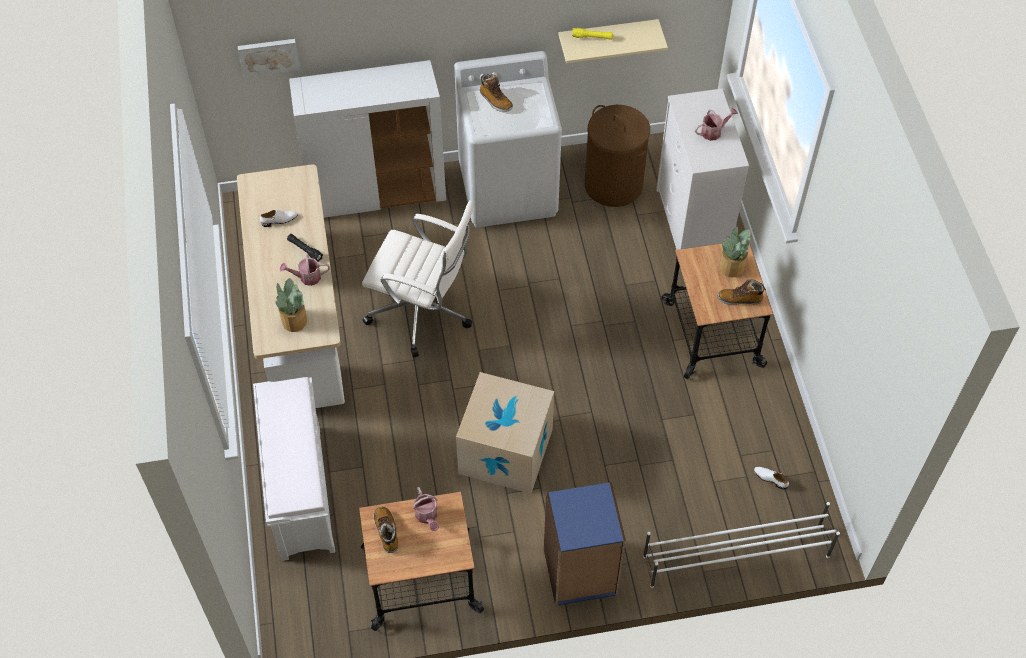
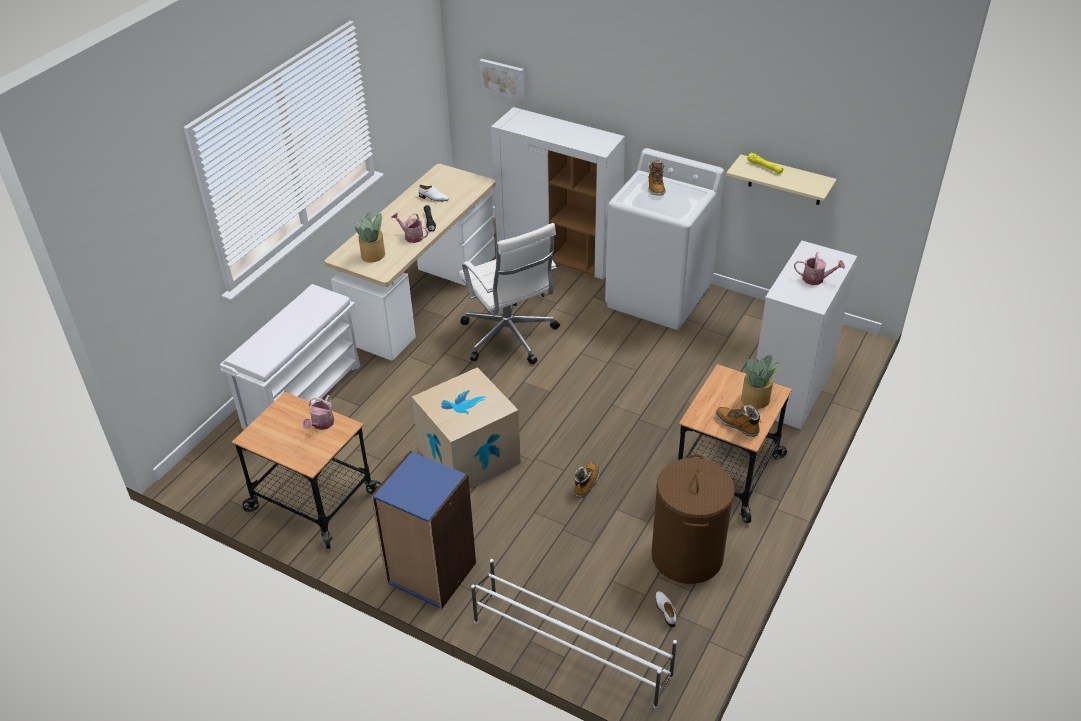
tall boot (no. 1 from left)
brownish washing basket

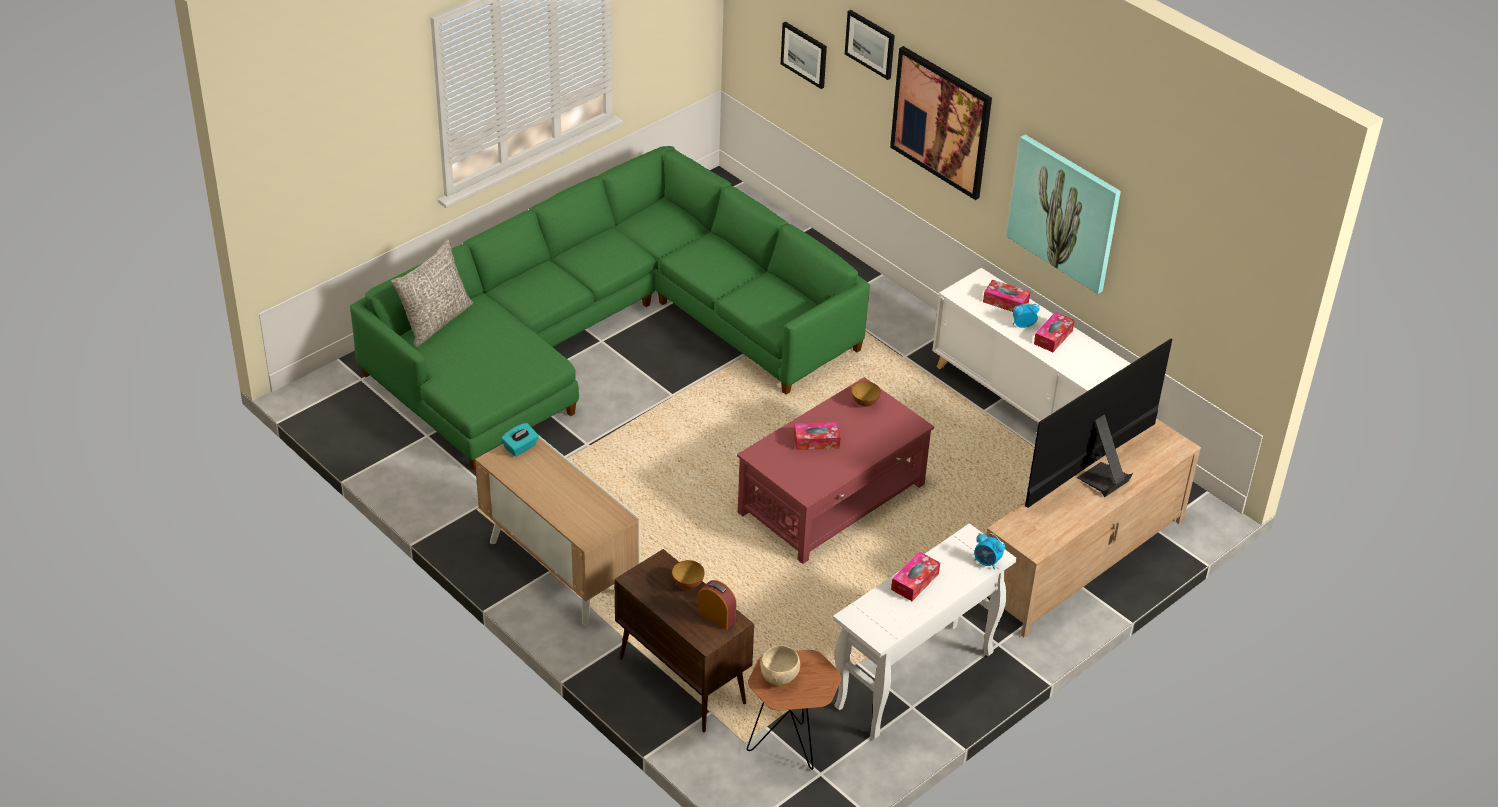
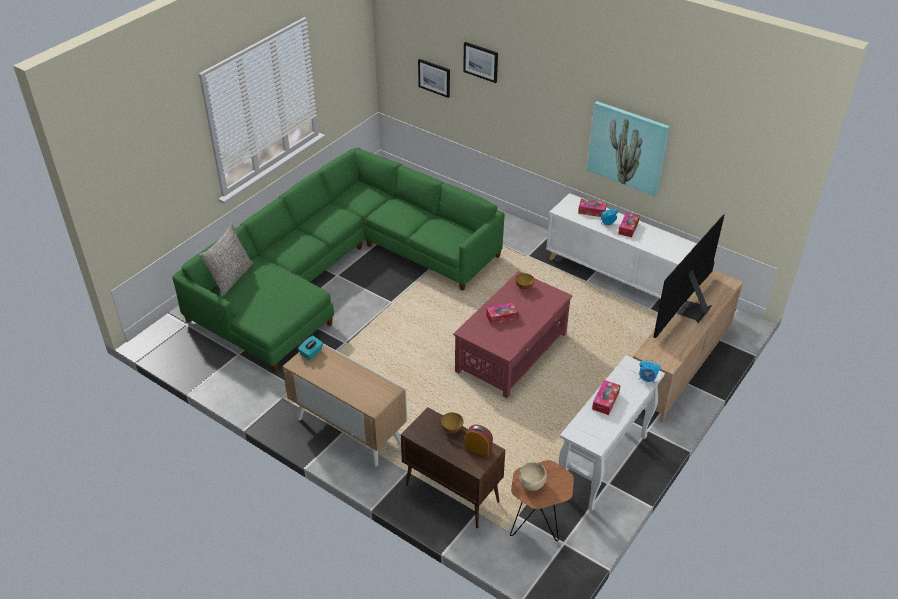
wall art (no. 3 from left in the first image)

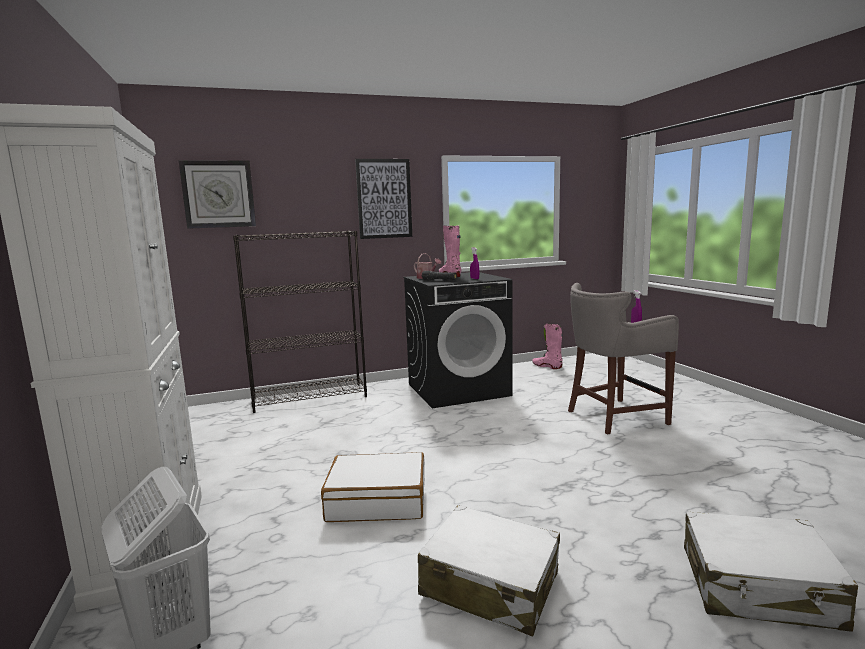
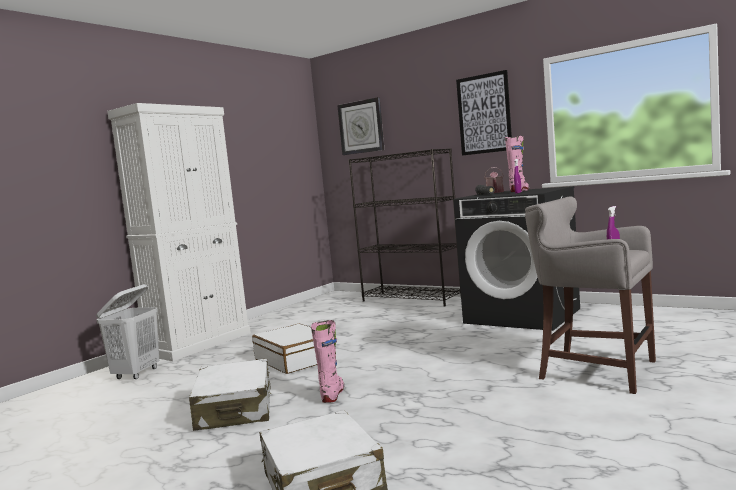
pink tall boot (no. 1 from left)

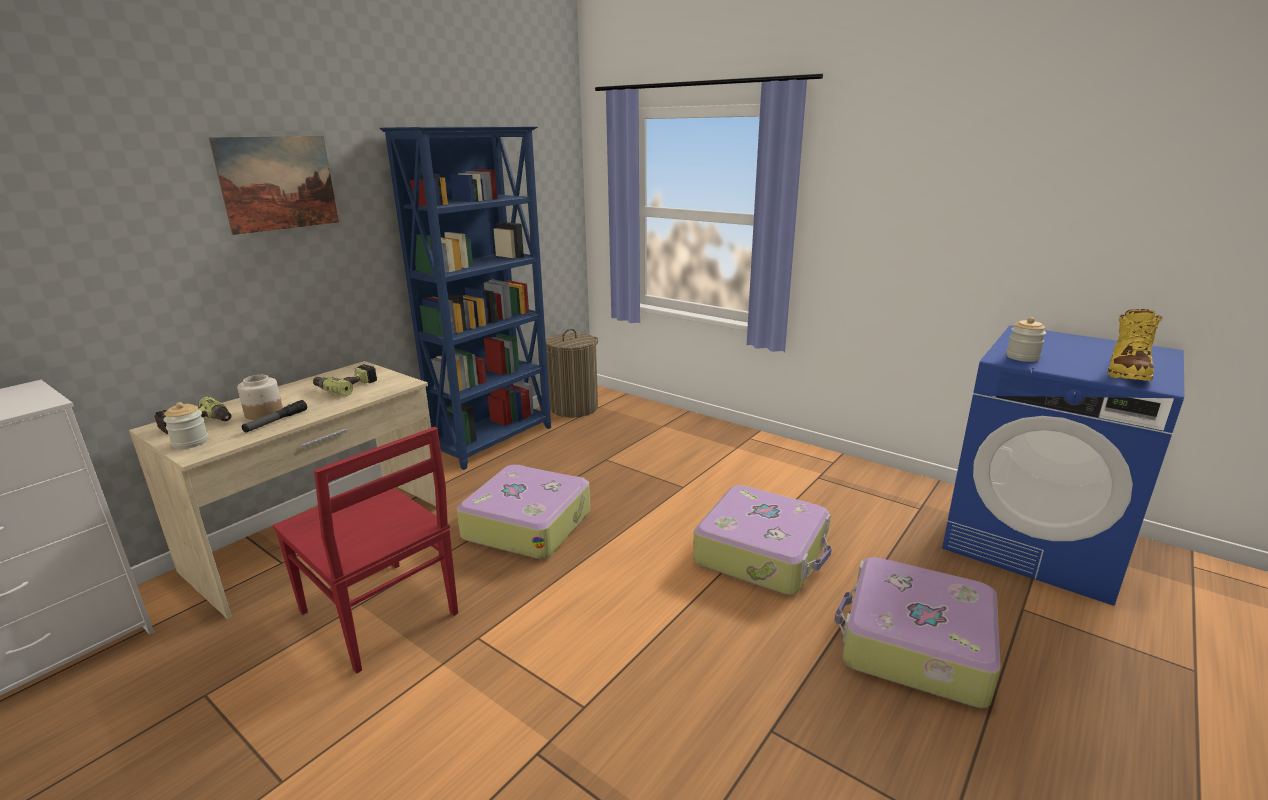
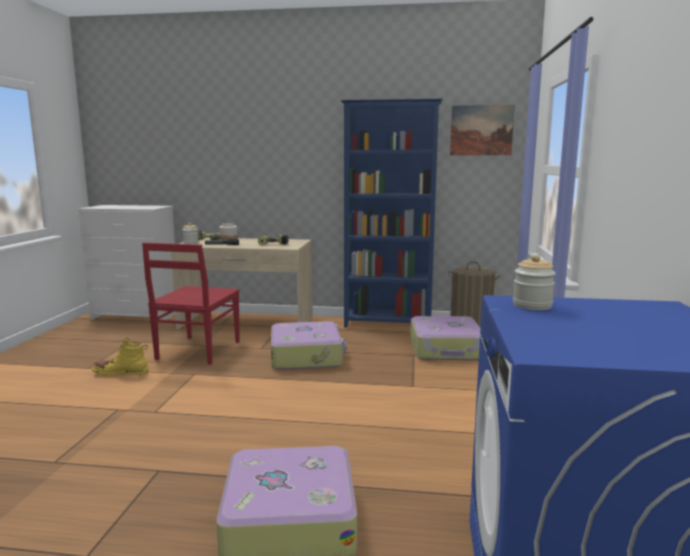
wall art
travel case (no. 3 from left)
yellow tall boot

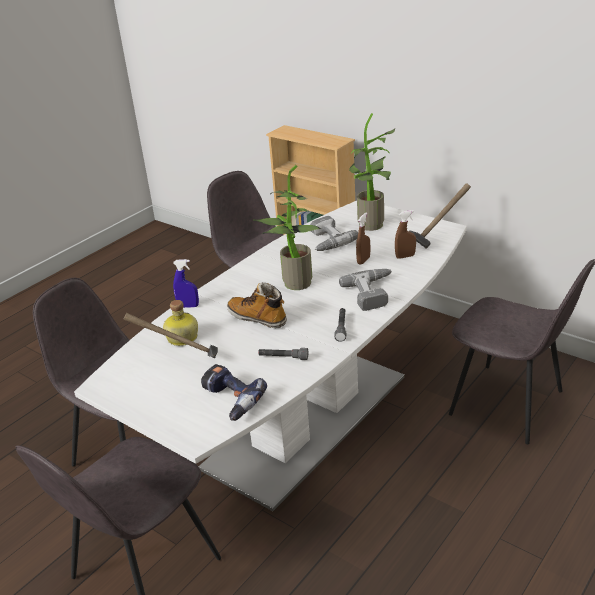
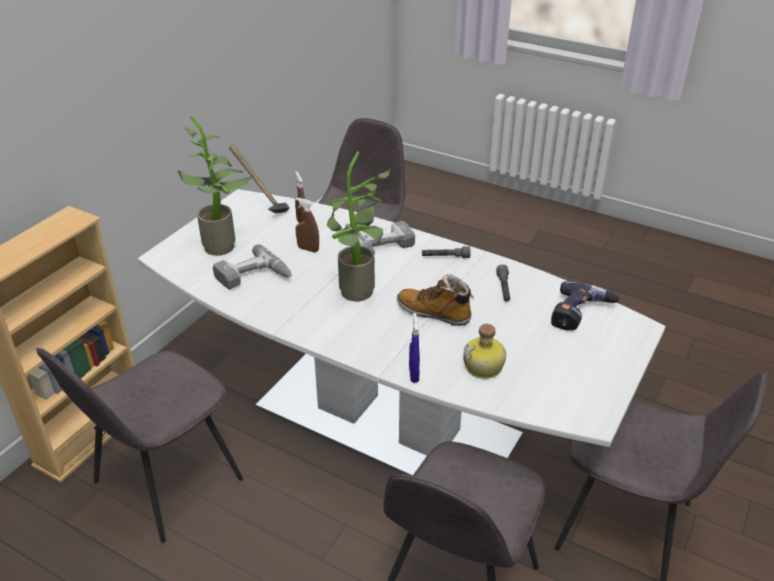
tool hammer (no. 1 from left in the first image)
tall boot

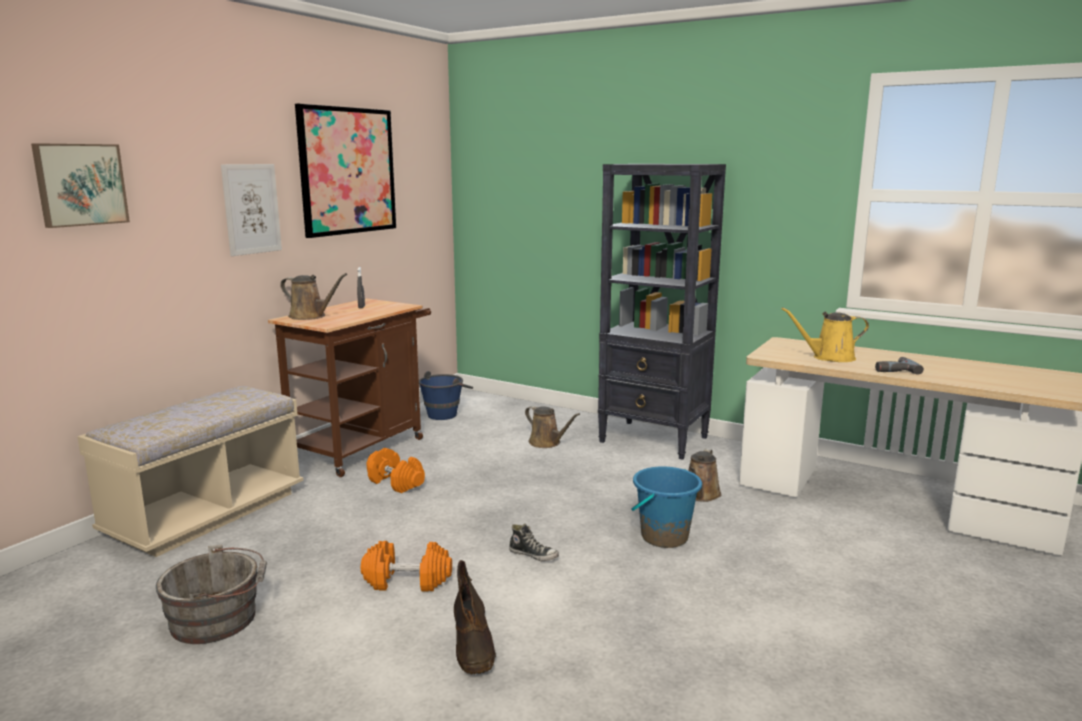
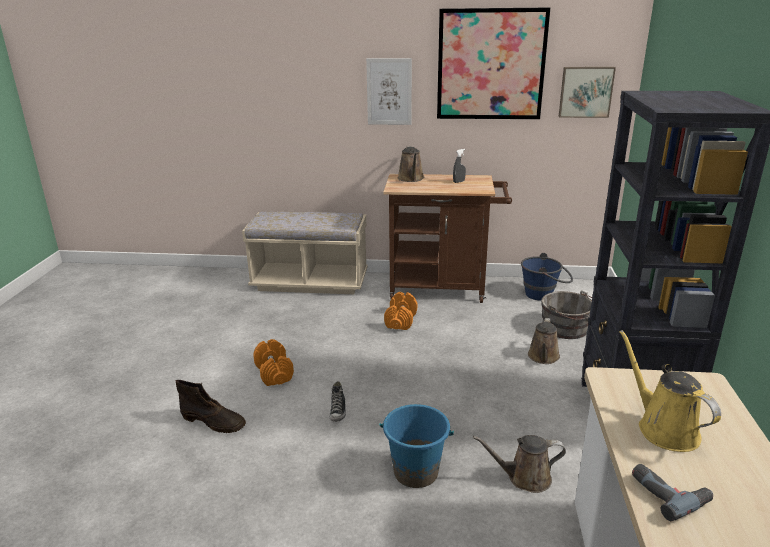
wall art (no. 3 from left)
gray bucket
brownish tall boot

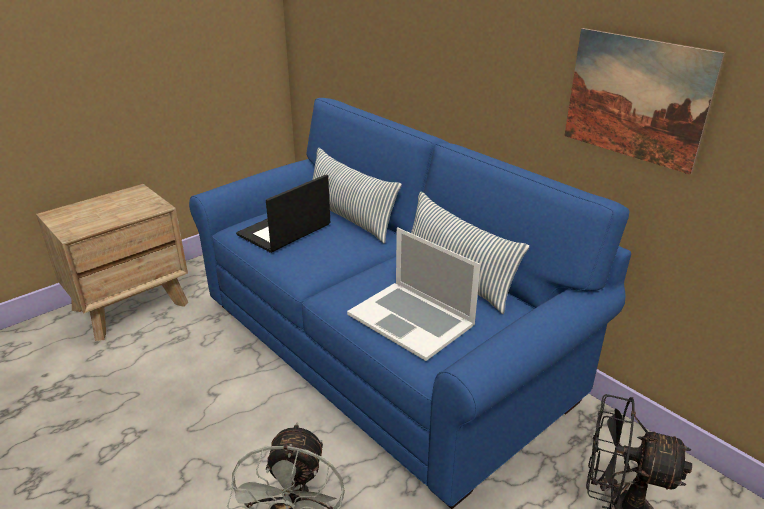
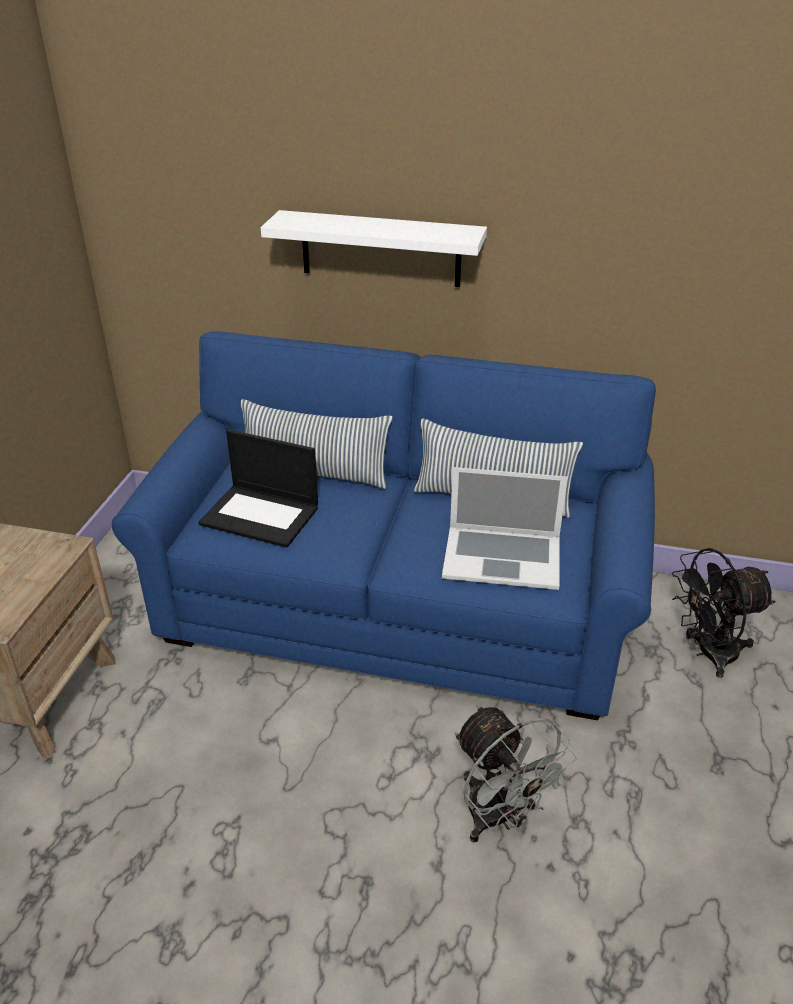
wall art
white shelf
notebook computer (no. 1 from left)

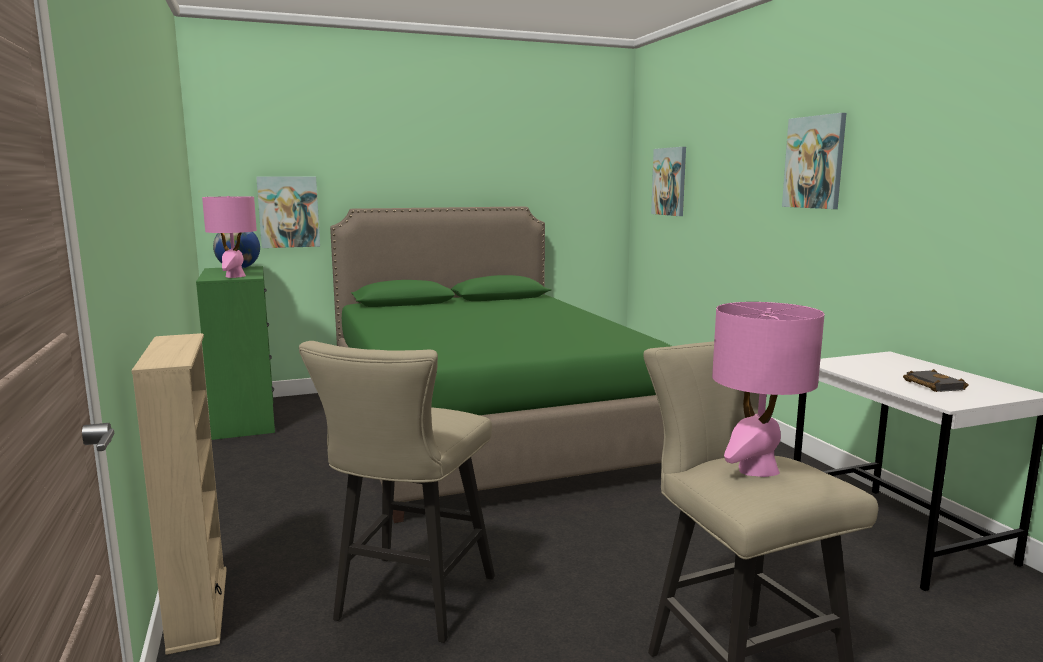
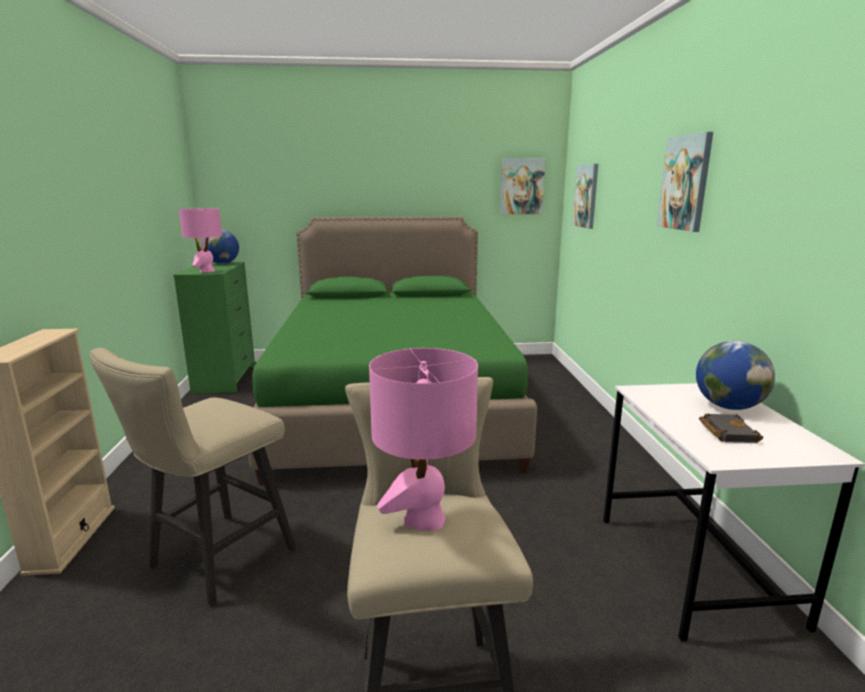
desk globe (no. 2 from left)
wall art (no. 1 from left)

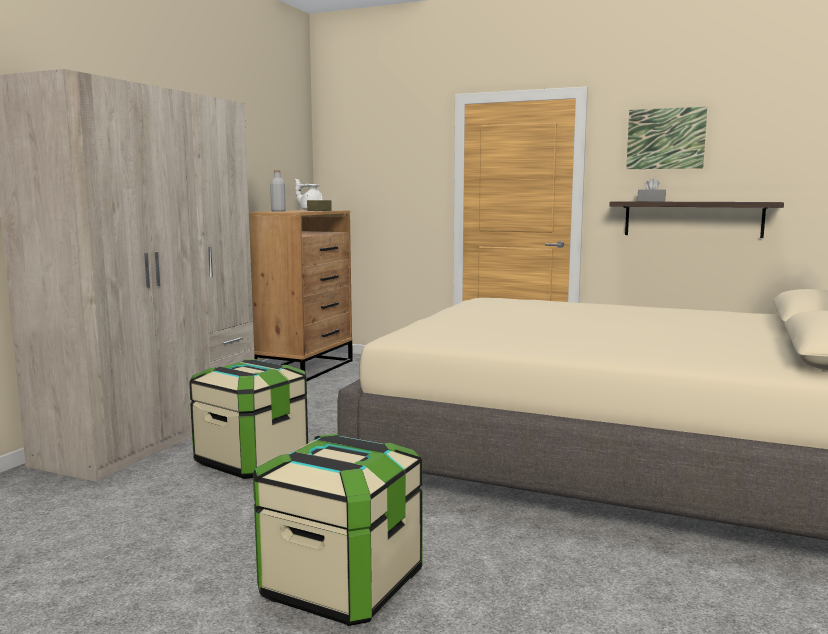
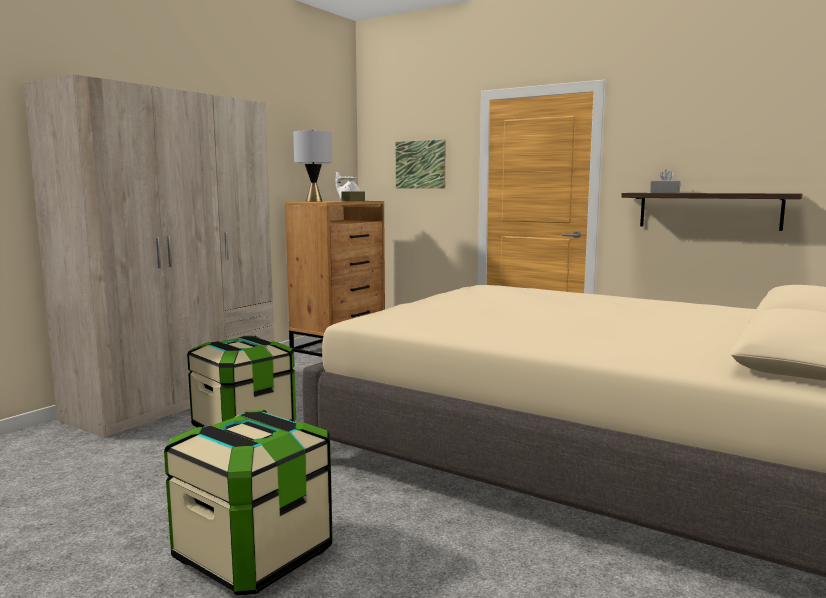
wall art
gray lamp for a table

